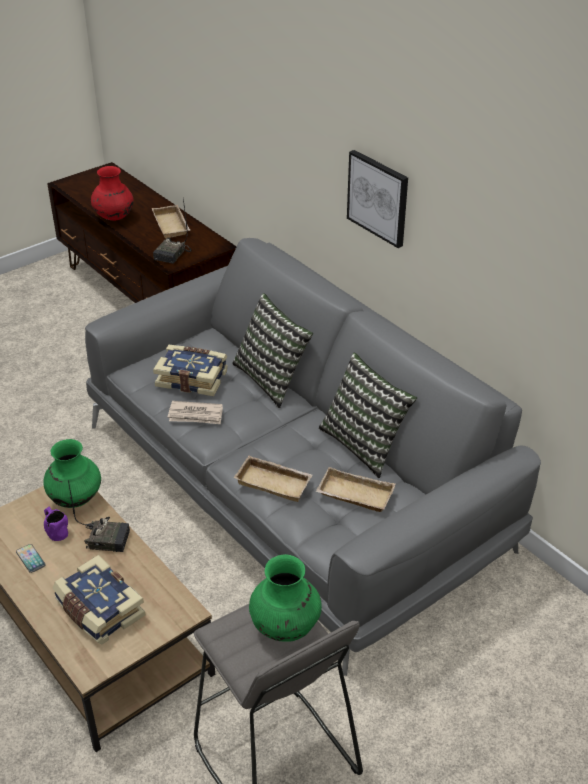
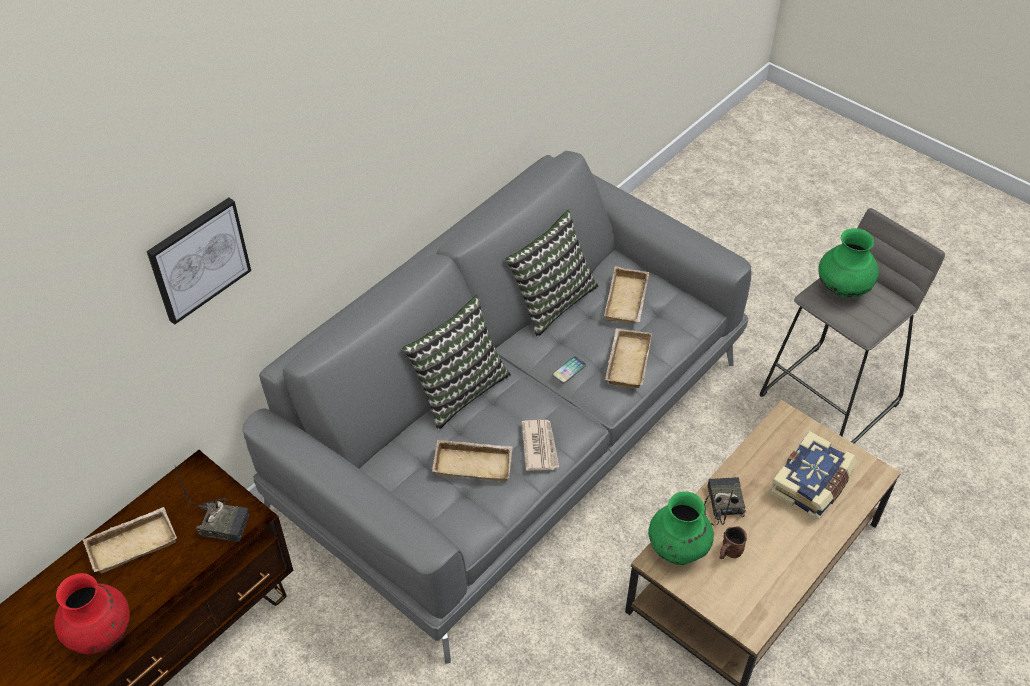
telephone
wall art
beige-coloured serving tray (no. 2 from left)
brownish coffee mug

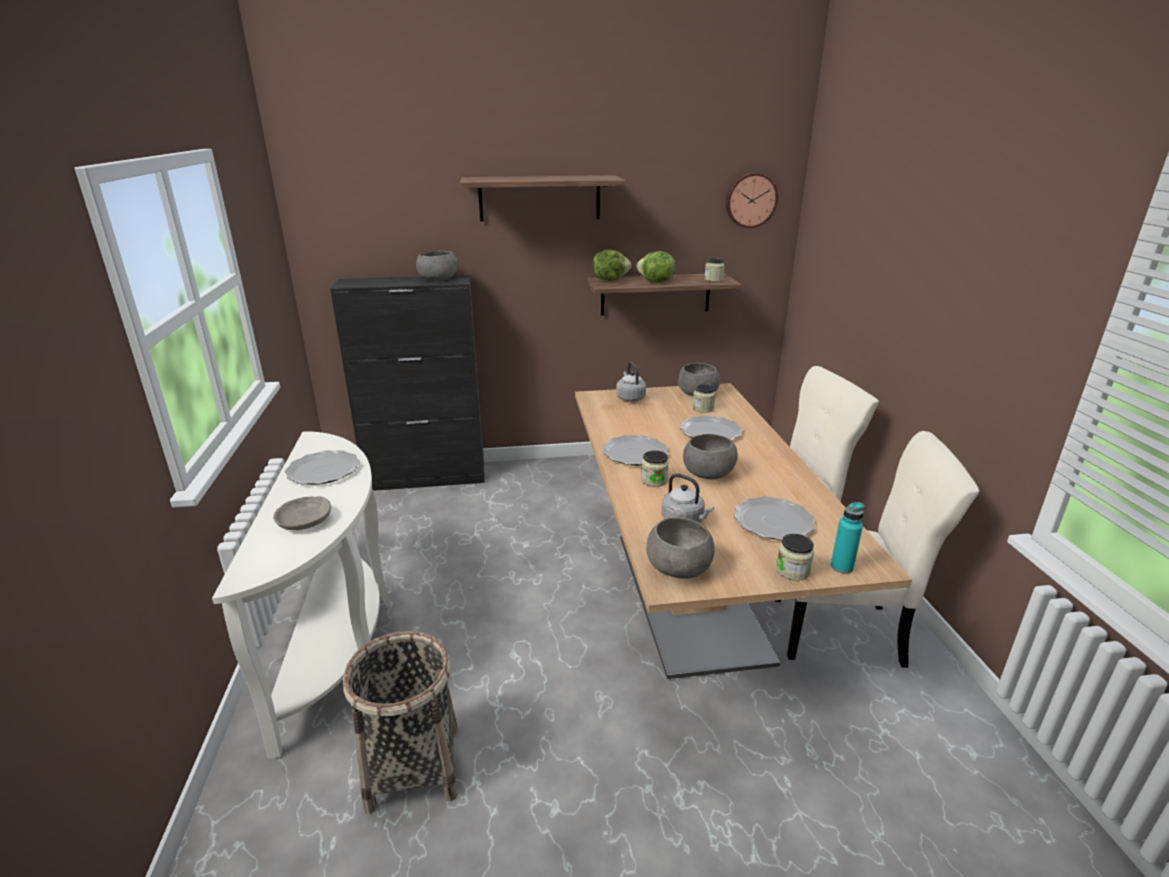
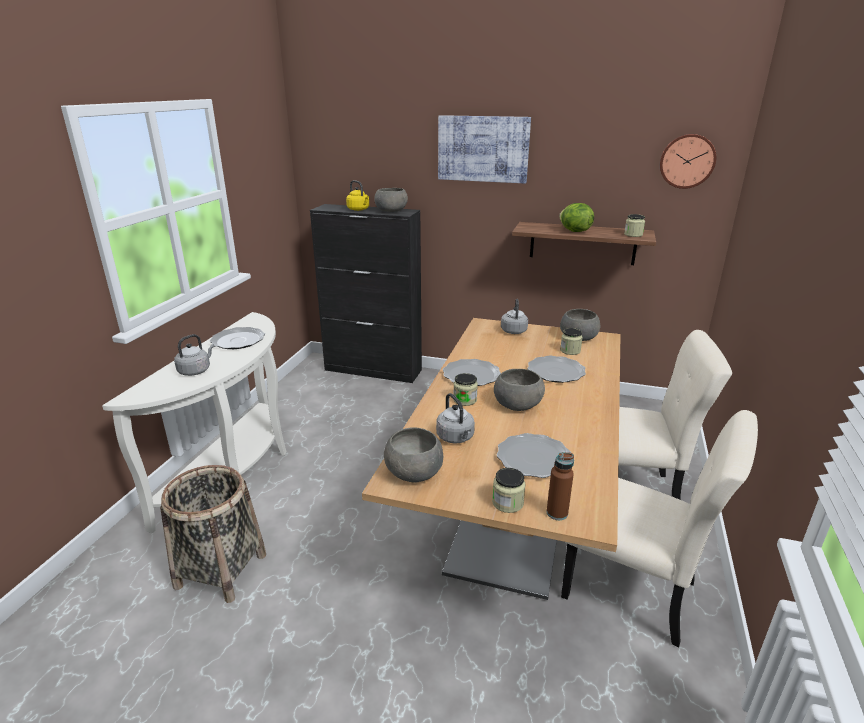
lettuce head (no. 1 from left in the first image)
yellow water kettle
gray water kettle (no. 1 from left)
wall art
brownish bottle

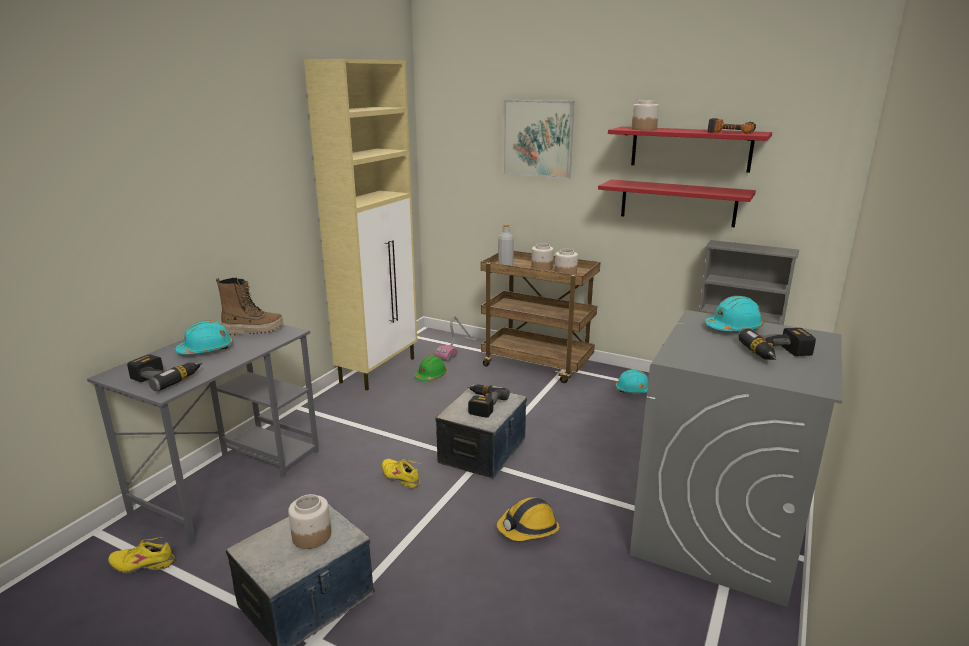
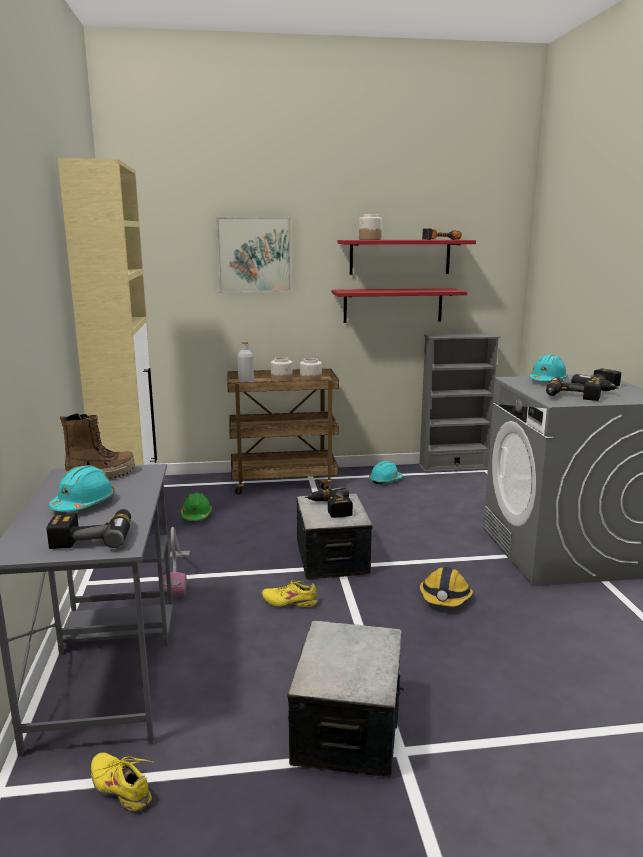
preserve jar (no. 1 from left in the first image)
drill (no. 4 from left)
vacuum
yellow item of footwear (no. 1 from left)

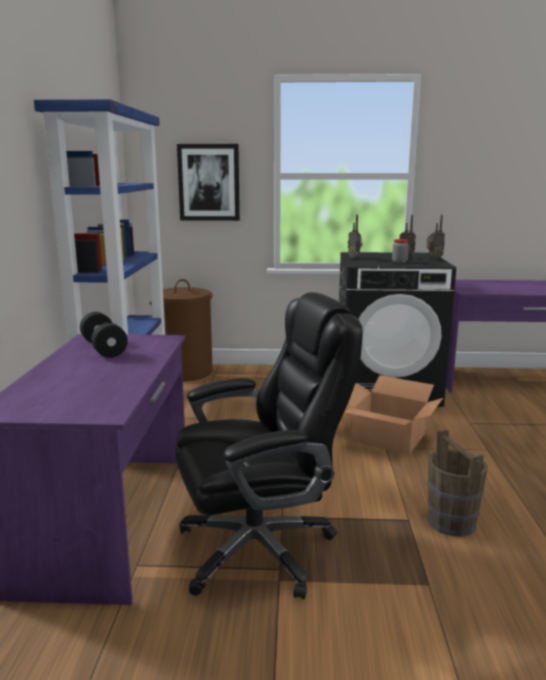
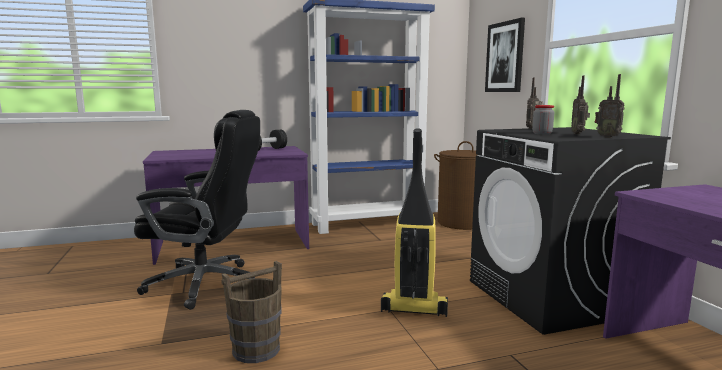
vacuum
blackish computer chair

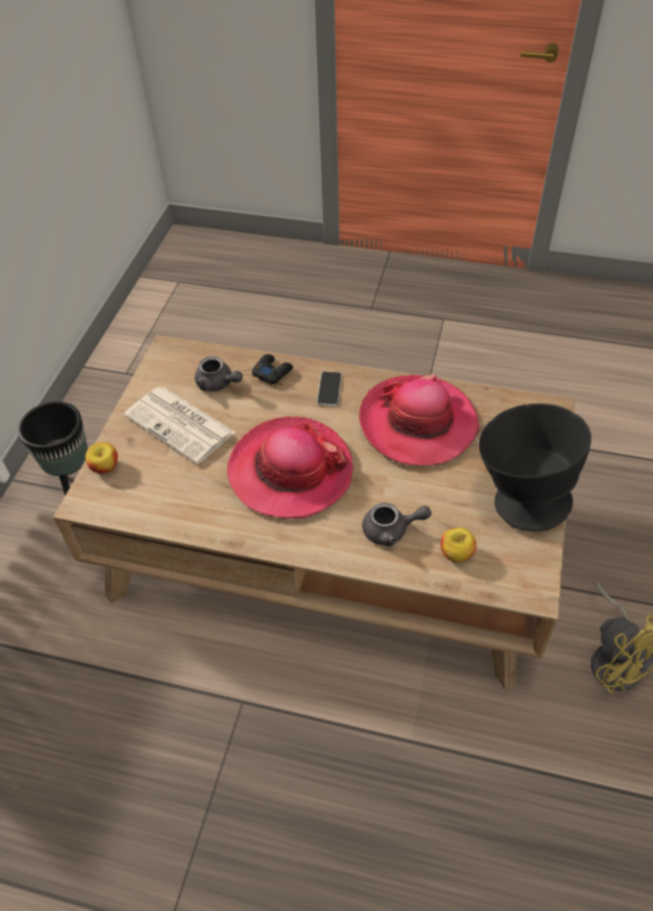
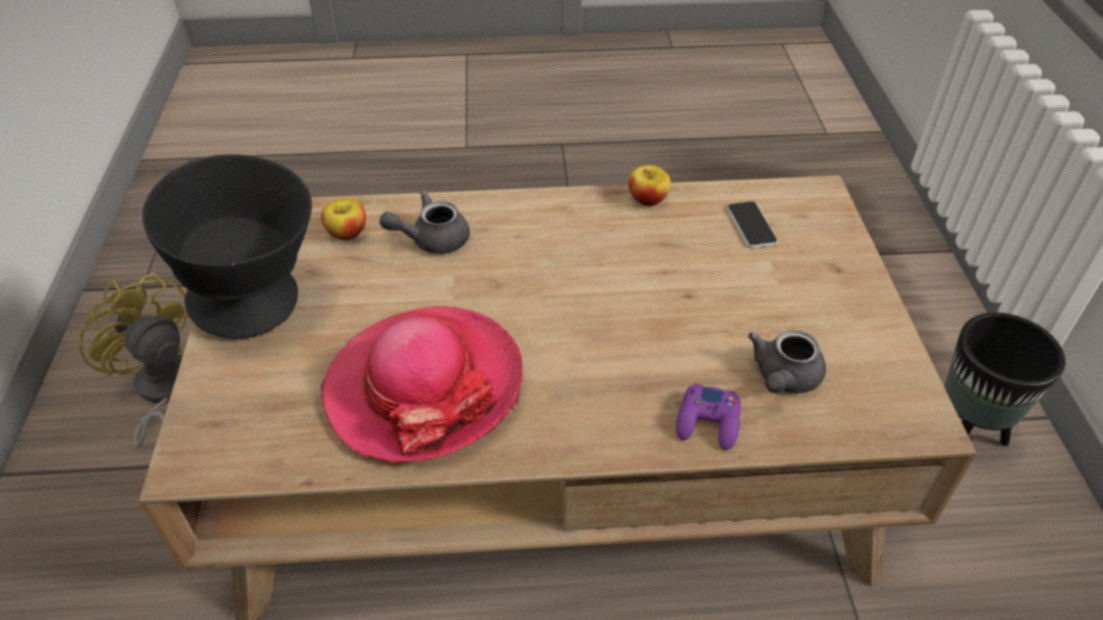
daily paper
hat (no. 1 from left in the first image)
apple (no. 2 from left)
telephone
purple-coloured gamepad
gray teapot (no. 2 from left)

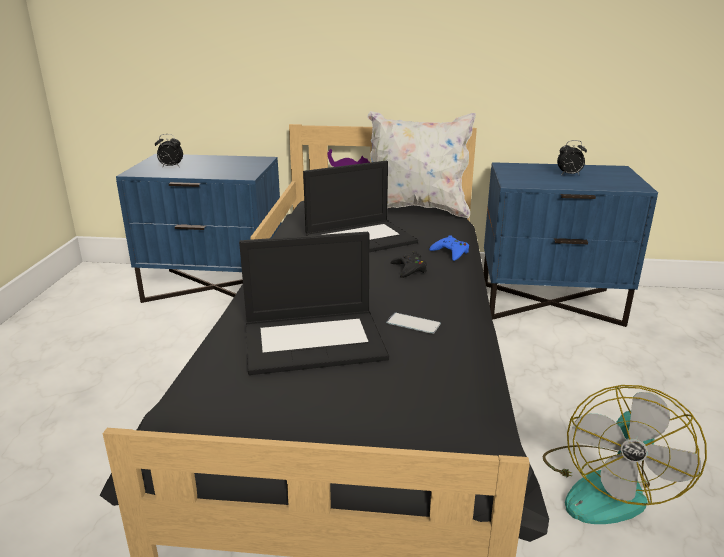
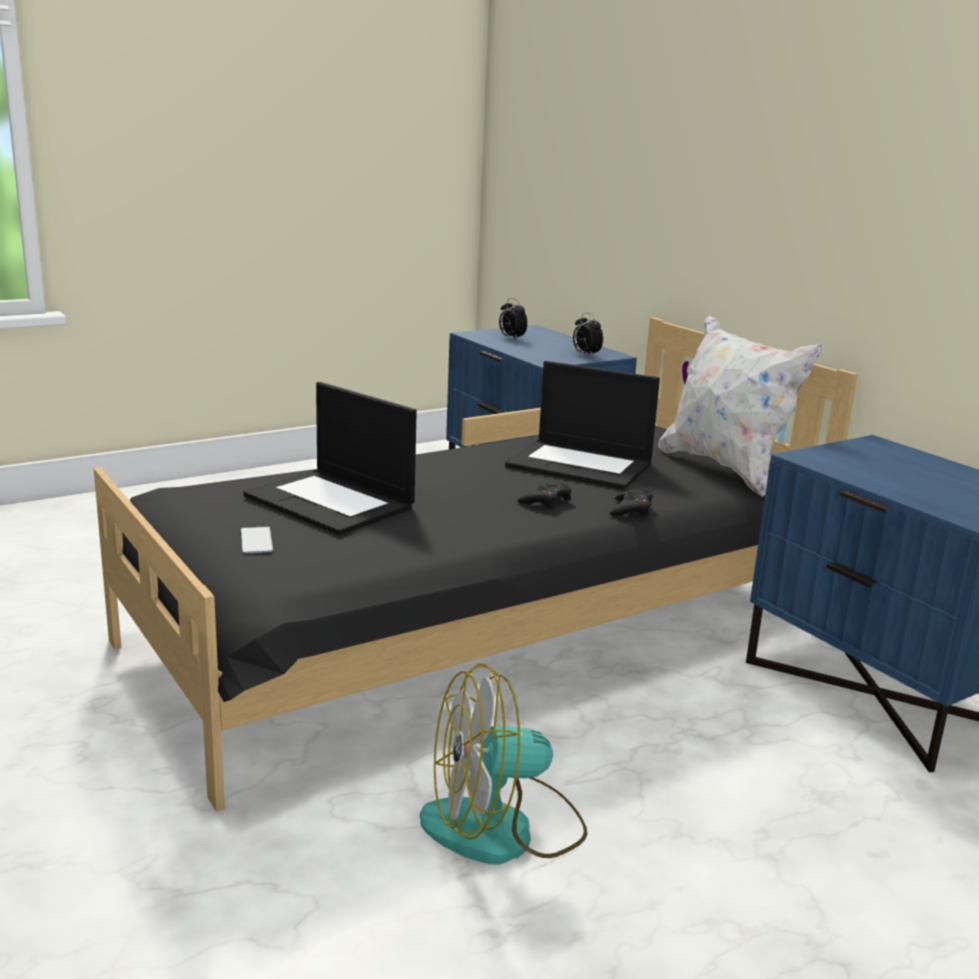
telephone
alarm clock (no. 2 from left)
blackish gamepad (no. 2 from left)

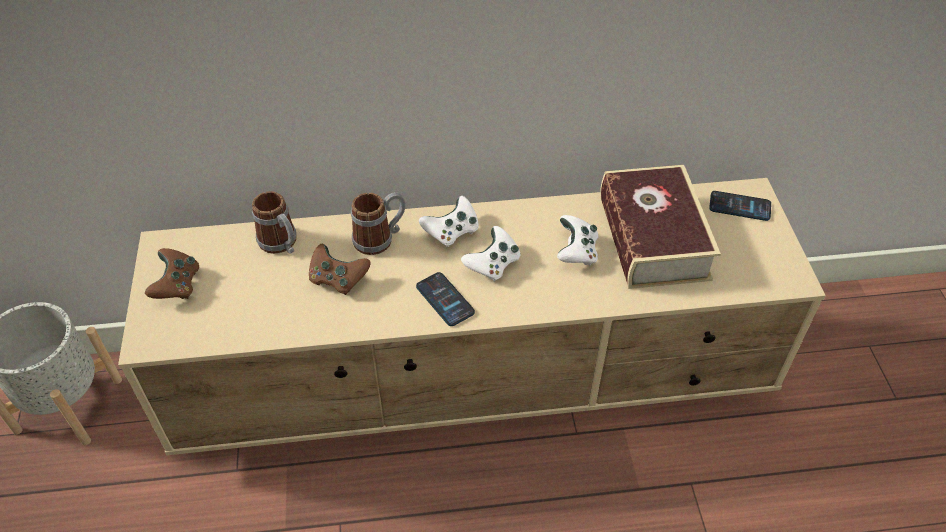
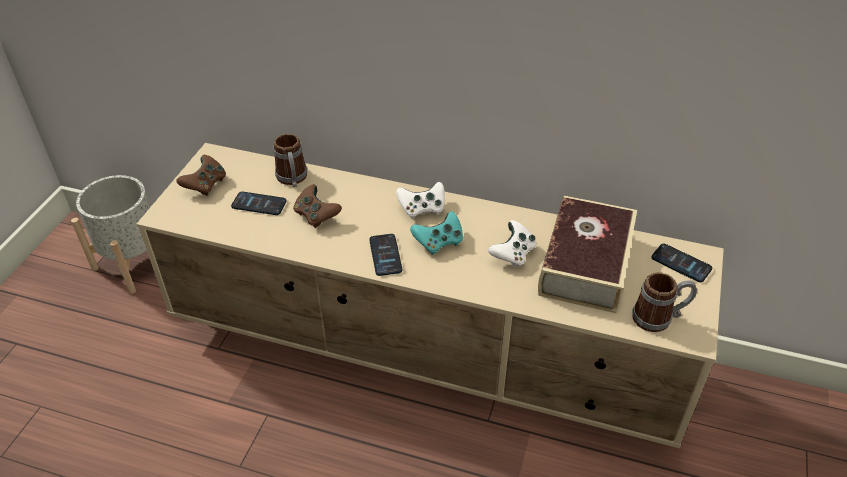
telephone (no. 1 from left)
coffee mug (no. 2 from left)
turquoise-coloured gamepad

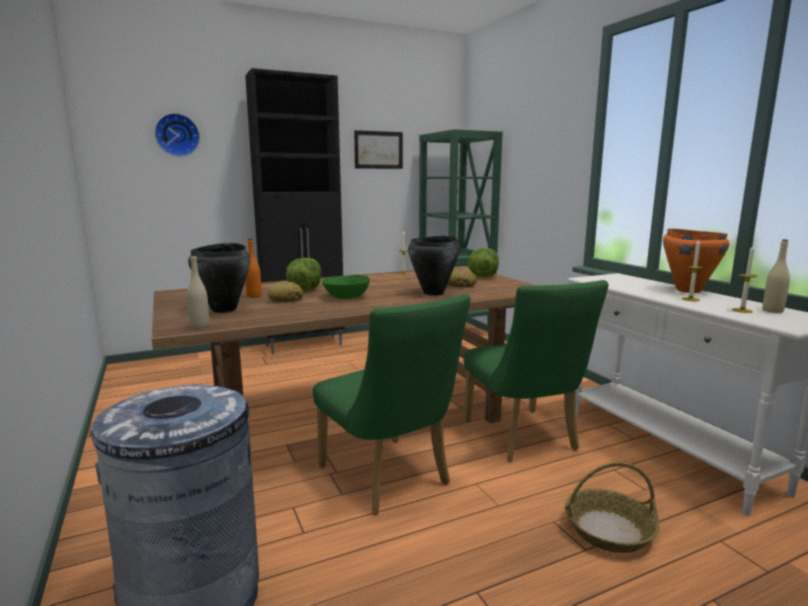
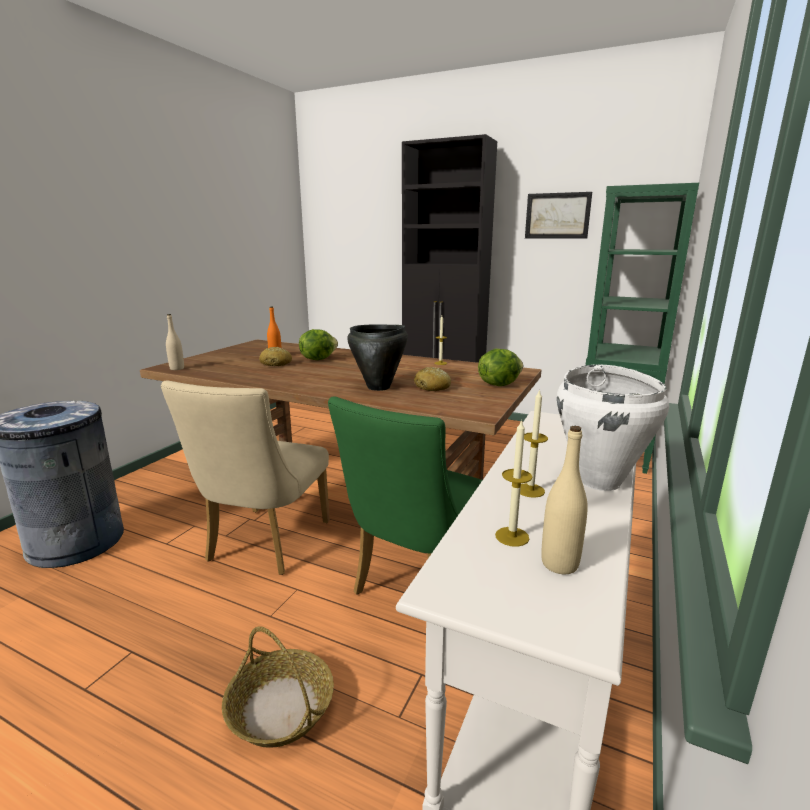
hanging clock
blackish saucepot (no. 1 from left in the first image)
greenish bowl
beige-coloured plain chair
white saucepot

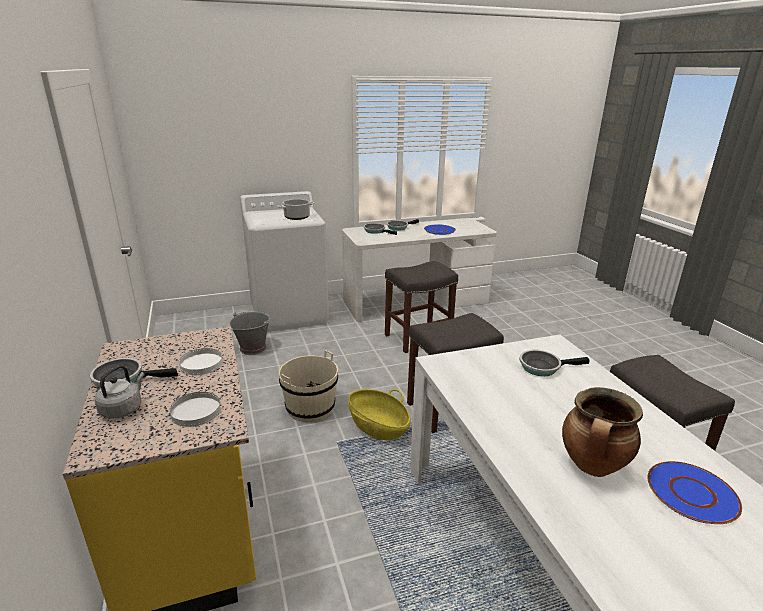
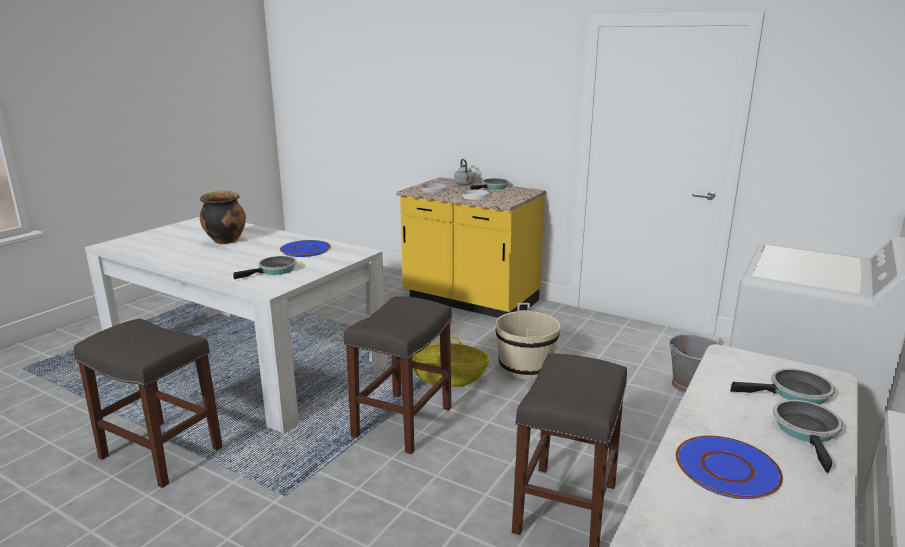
saucepot (no. 1 from left in the first image)
bluish dinner plate (no. 1 from left)

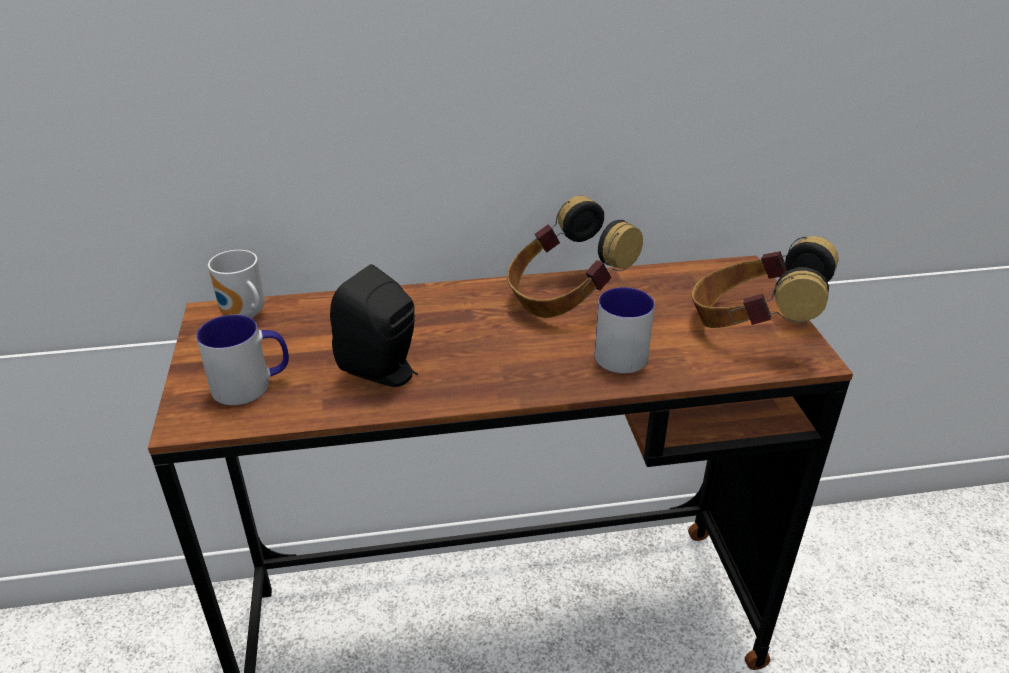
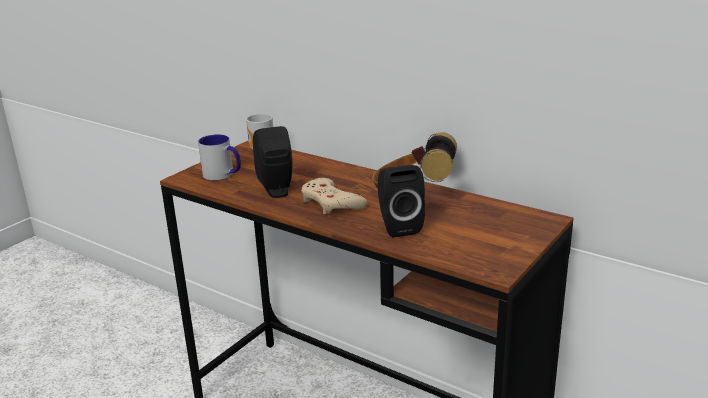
pair of headphones (no. 2 from left in the first image)
beige-coloured gamepad
blackish audio speaker (no. 2 from left)

